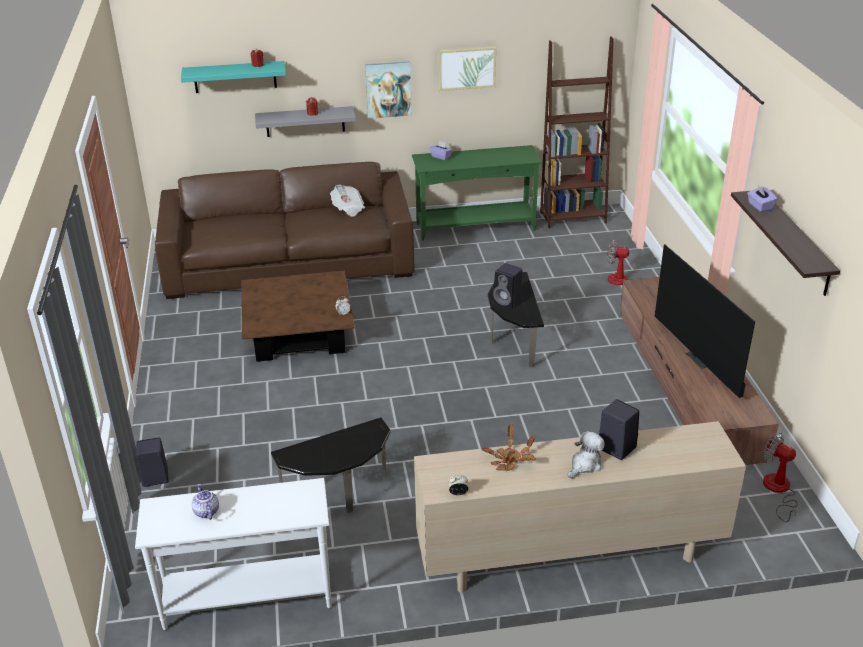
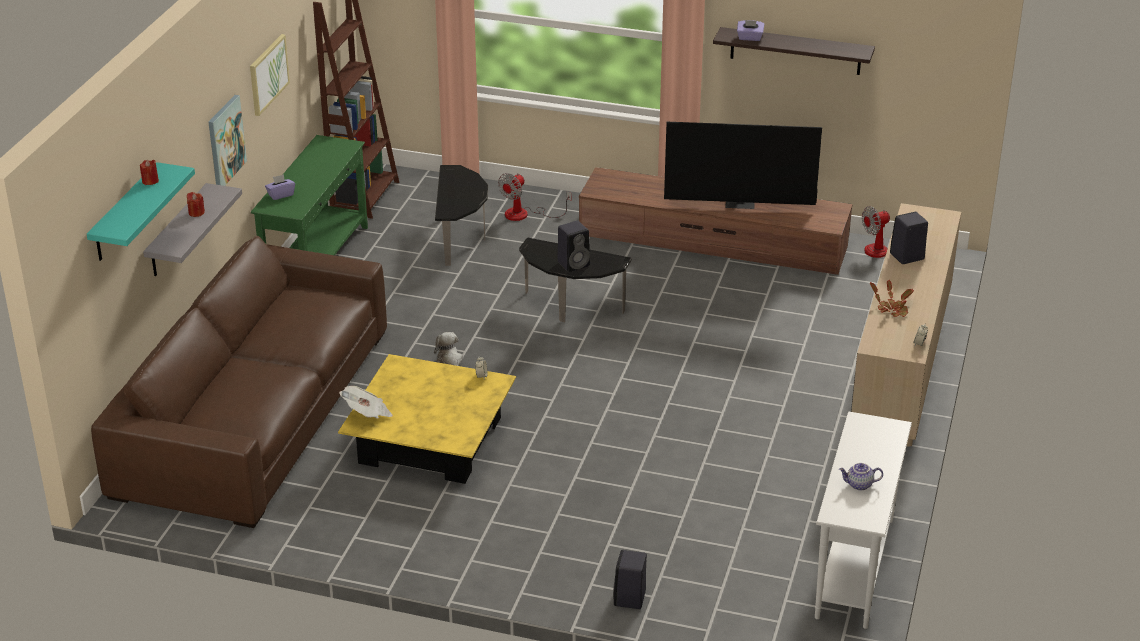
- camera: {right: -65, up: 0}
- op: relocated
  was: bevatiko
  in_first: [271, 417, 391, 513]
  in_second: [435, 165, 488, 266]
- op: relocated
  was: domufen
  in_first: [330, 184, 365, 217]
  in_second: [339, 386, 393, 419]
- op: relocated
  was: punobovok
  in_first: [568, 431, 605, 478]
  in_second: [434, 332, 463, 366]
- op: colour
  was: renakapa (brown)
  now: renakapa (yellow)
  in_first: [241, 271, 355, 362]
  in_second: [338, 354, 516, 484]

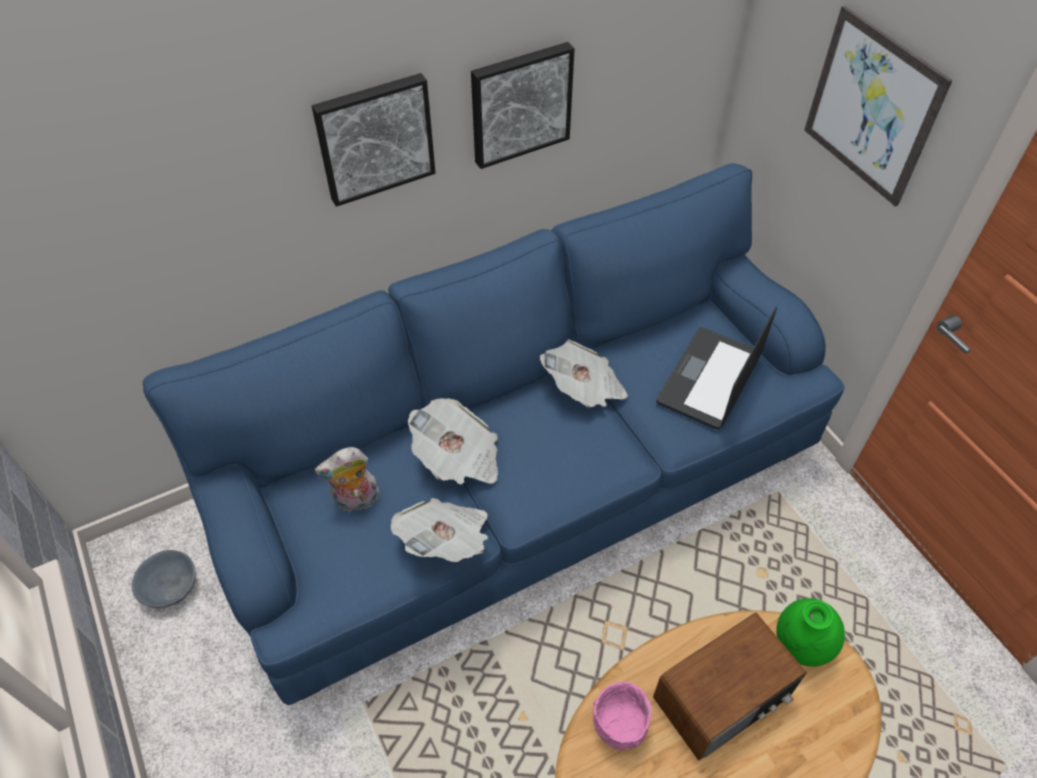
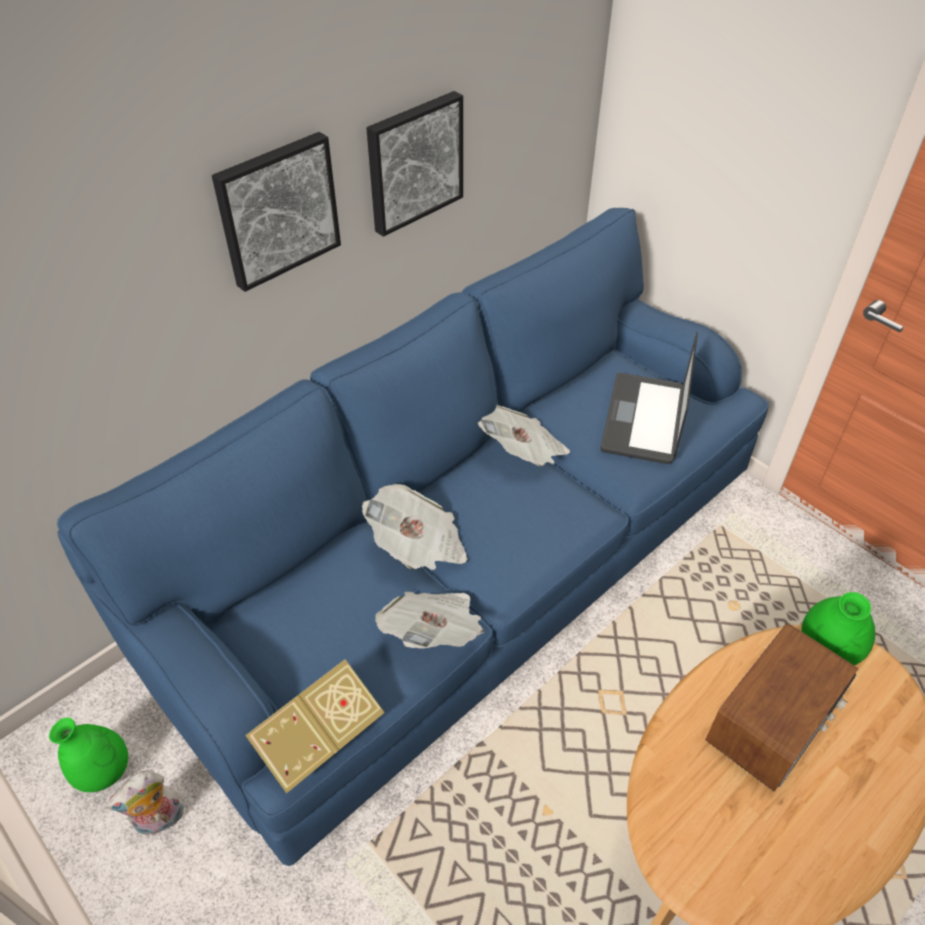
- camera: {right: -15, up: -5}
- op: missing
  was: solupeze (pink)
  in_first: [593, 682, 652, 750]
- op: missing
  was: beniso
  in_first: [804, 5, 953, 207]
- op: appeared
  now: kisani
  in_second: [245, 659, 385, 793]
- op: relocated
  was: punobovok
  in_first: [315, 447, 379, 512]
  in_second: [106, 770, 184, 835]
- op: exchanged
  was: solupeze (grey)
  now: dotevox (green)
  in_first: [132, 550, 196, 608]
  in_second: [49, 718, 128, 792]

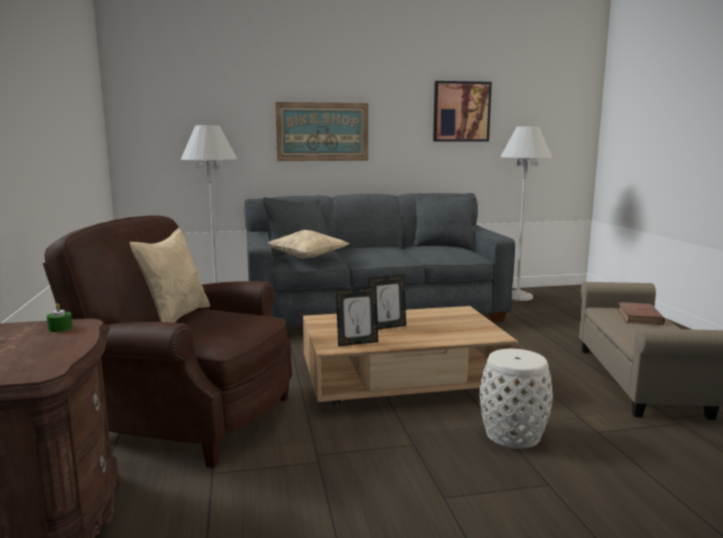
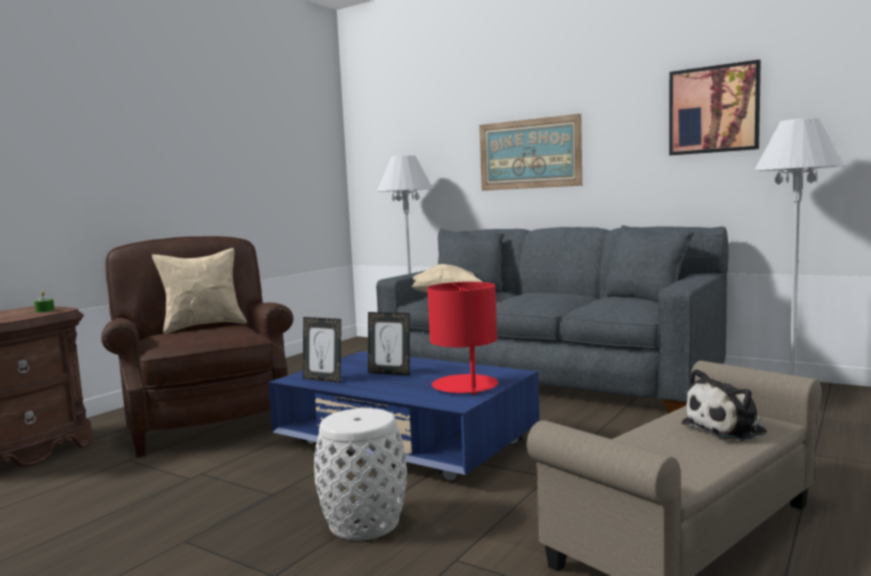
- camera: {right: 45, up: -5}
- op: appeared
  now: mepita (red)
  in_second: [427, 282, 498, 395]
- op: exchanged
  was: kisani (brown)
  now: punobovok
  in_first: [617, 302, 665, 325]
  in_second: [681, 369, 767, 441]
- op: colour
  was: renakapa (brown)
  now: renakapa (blue)
  in_first: [303, 306, 519, 404]
  in_second: [268, 351, 539, 481]

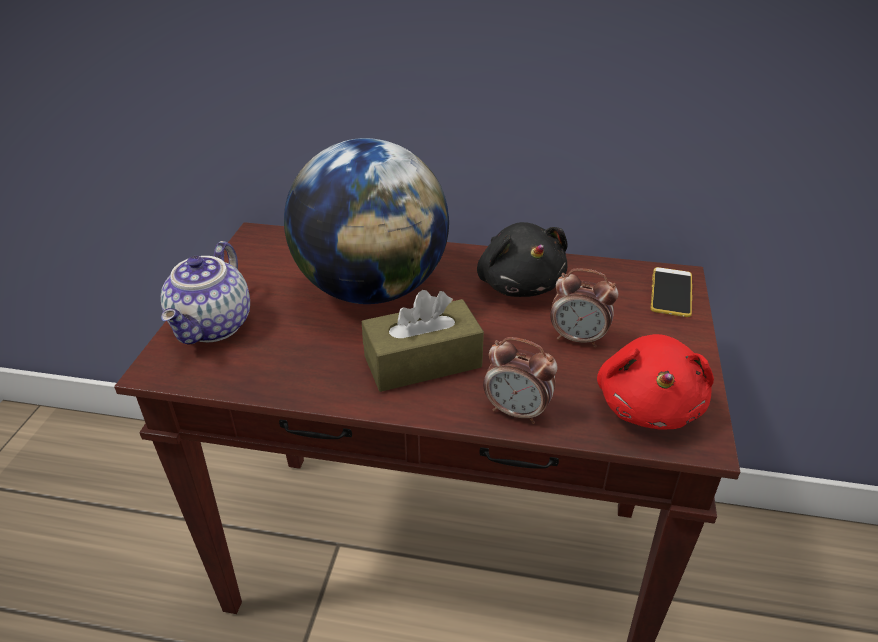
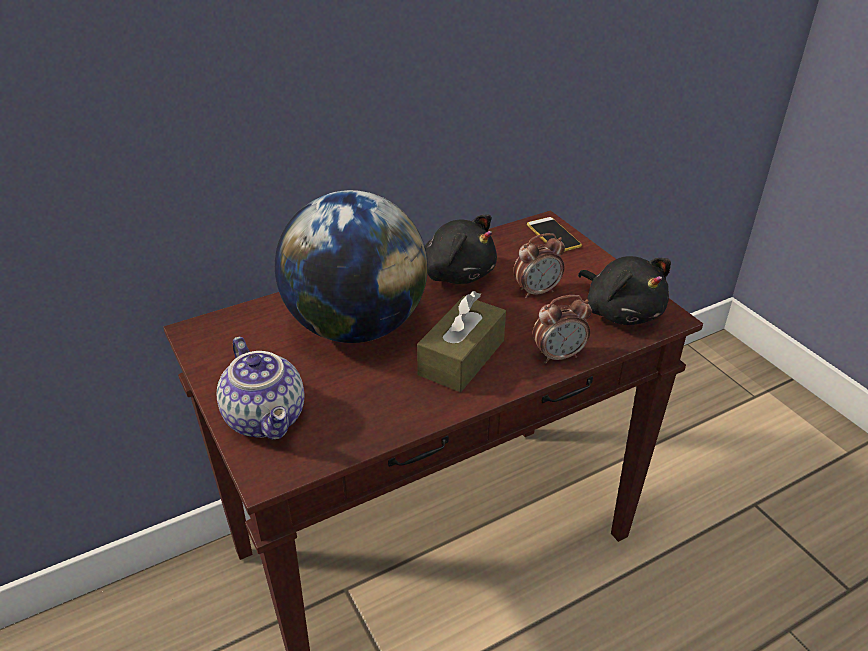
- camera: {right: -40, up: 0}
- op: colour
  was: punobovok (red)
  now: punobovok (black)
  in_first: [597, 334, 714, 430]
  in_second: [578, 256, 671, 325]

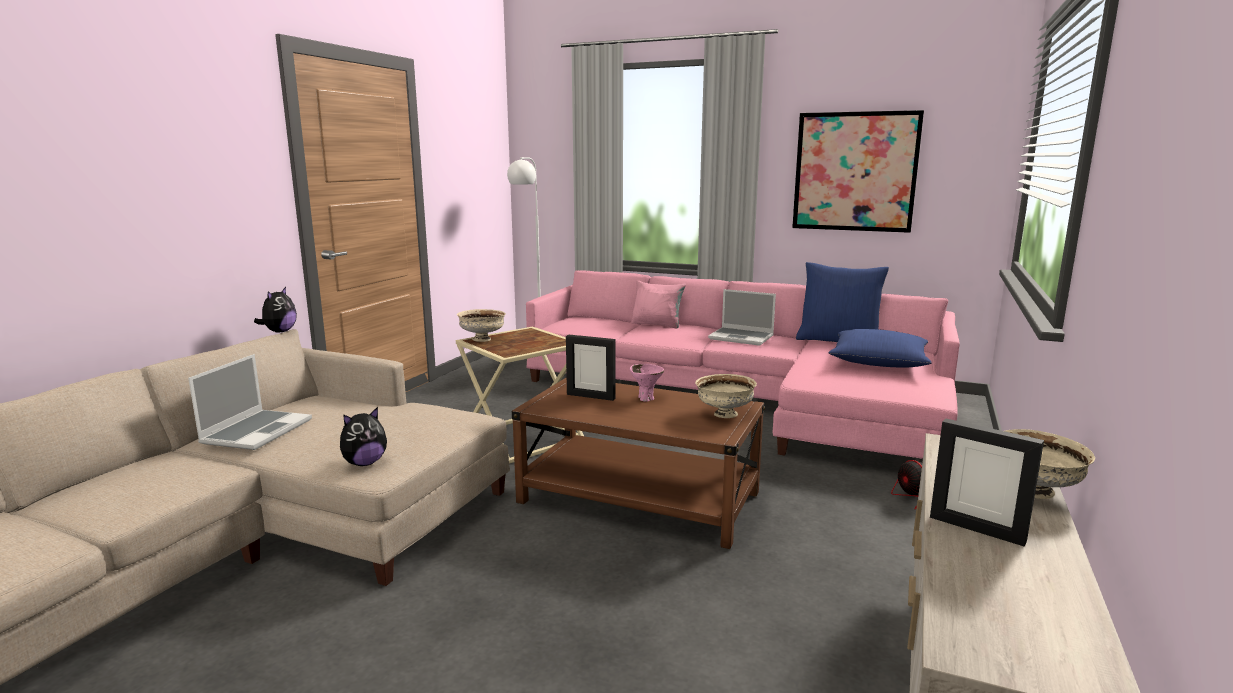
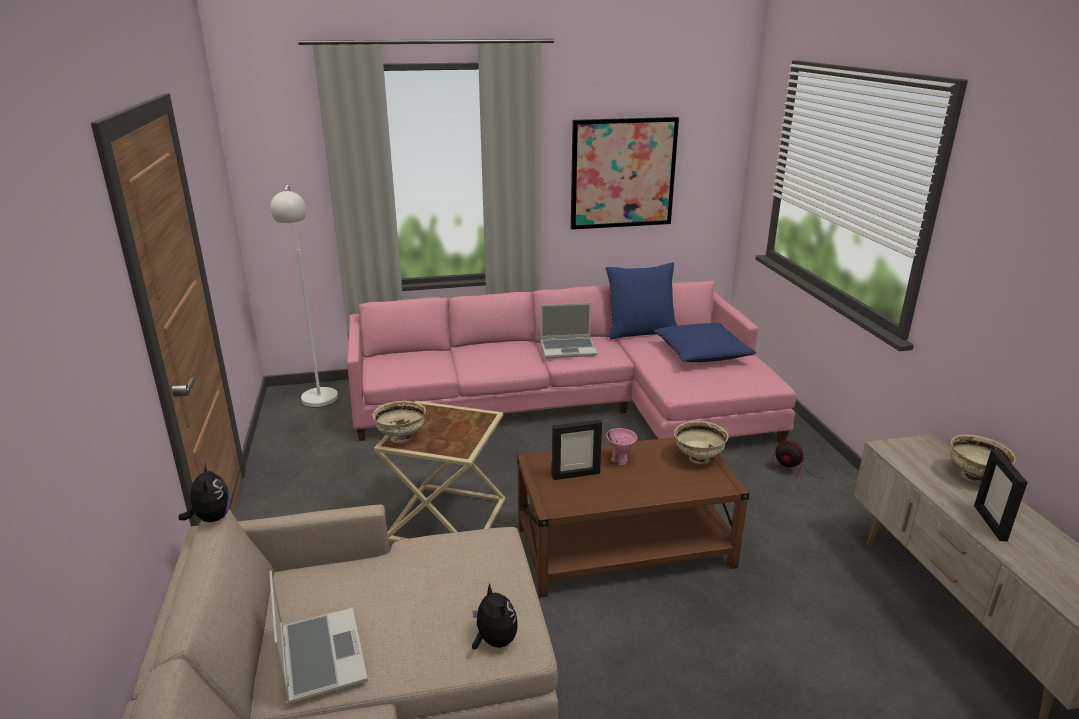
- camera: {right: -35, up: 10}
- op: missing
  was: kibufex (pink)
  in_first: [631, 280, 686, 328]
- op: spun
  was: punobovok
  in_first: [340, 407, 387, 466]
  in_second: [472, 583, 518, 650]
  clockwise: -45
- op: spun
  was: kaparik
  in_first: [930, 419, 1044, 546]
  in_second: [974, 449, 1028, 542]
  clockwise: 90

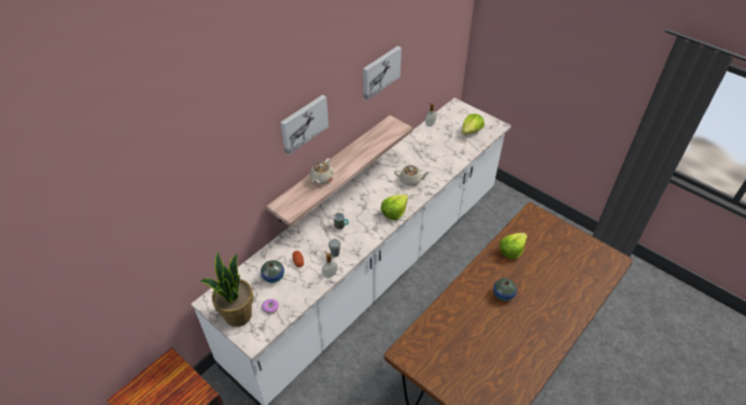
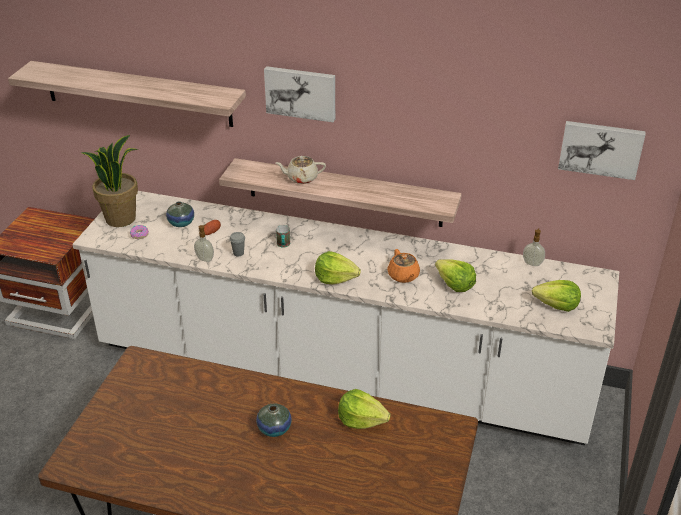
- camera: {right: 65, up: -10}
- op: appeared
  now: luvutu
  in_second: [8, 61, 246, 127]
- op: appeared
  now: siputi
  in_second: [435, 259, 476, 292]
- op: relocated
  was: beniso
  in_first: [363, 46, 401, 100]
  in_second: [558, 121, 646, 180]
- op: colour
  was: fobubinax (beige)
  now: fobubinax (orange)
  in_first: [394, 165, 430, 186]
  in_second: [387, 249, 420, 283]

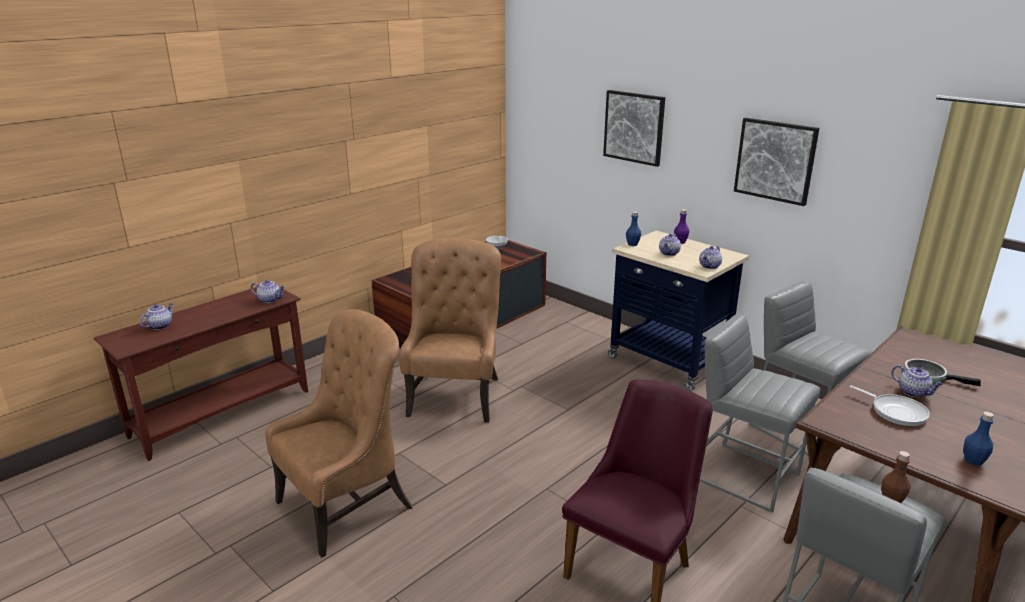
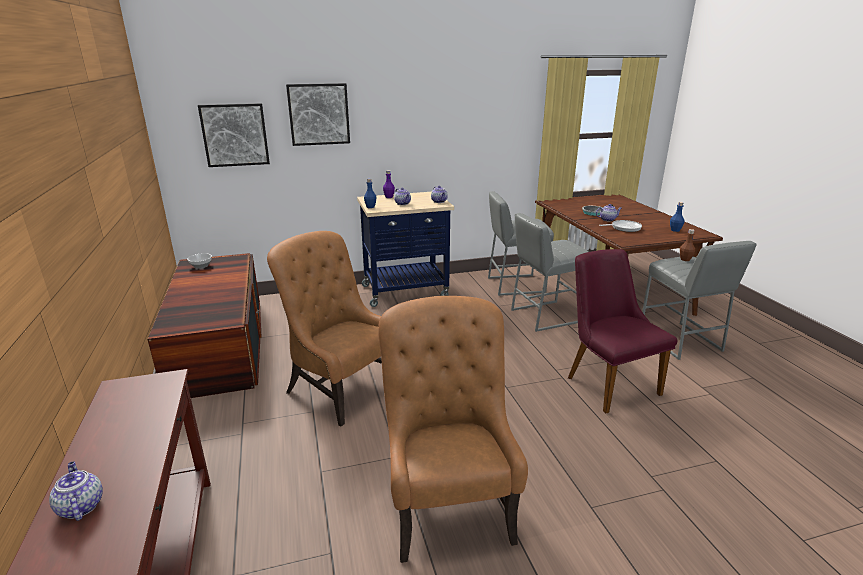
- camera: {right: -60, up: 0}
- op: missing
  was: fobubinax
  in_first: [251, 280, 285, 303]
- op: relocated
  was: beniso
  in_first: [734, 118, 819, 206]
  in_second: [198, 103, 270, 167]

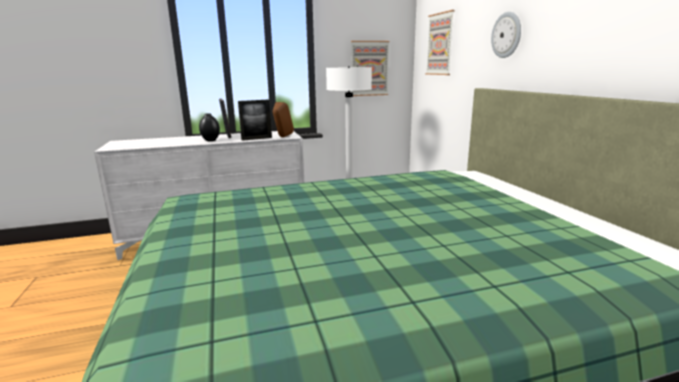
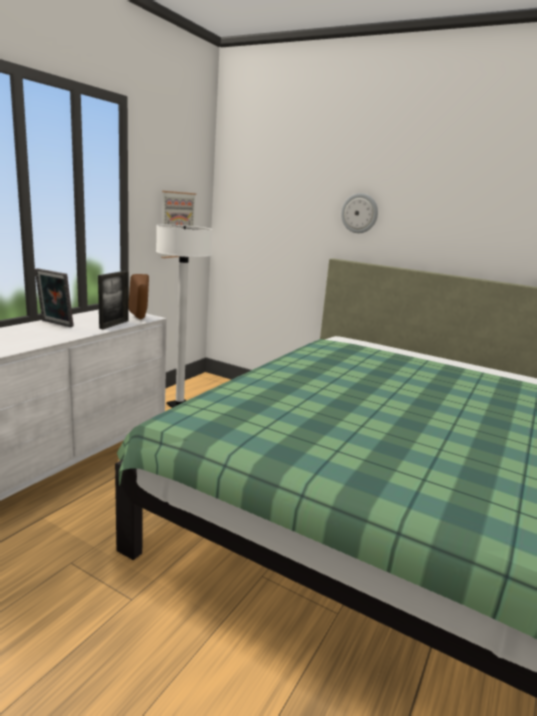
- camera: {right: -45, up: 0}
- op: missing
  was: dotevox (black)
  in_first: [199, 113, 220, 141]
- op: missing
  was: beniso
  in_first: [425, 10, 455, 75]

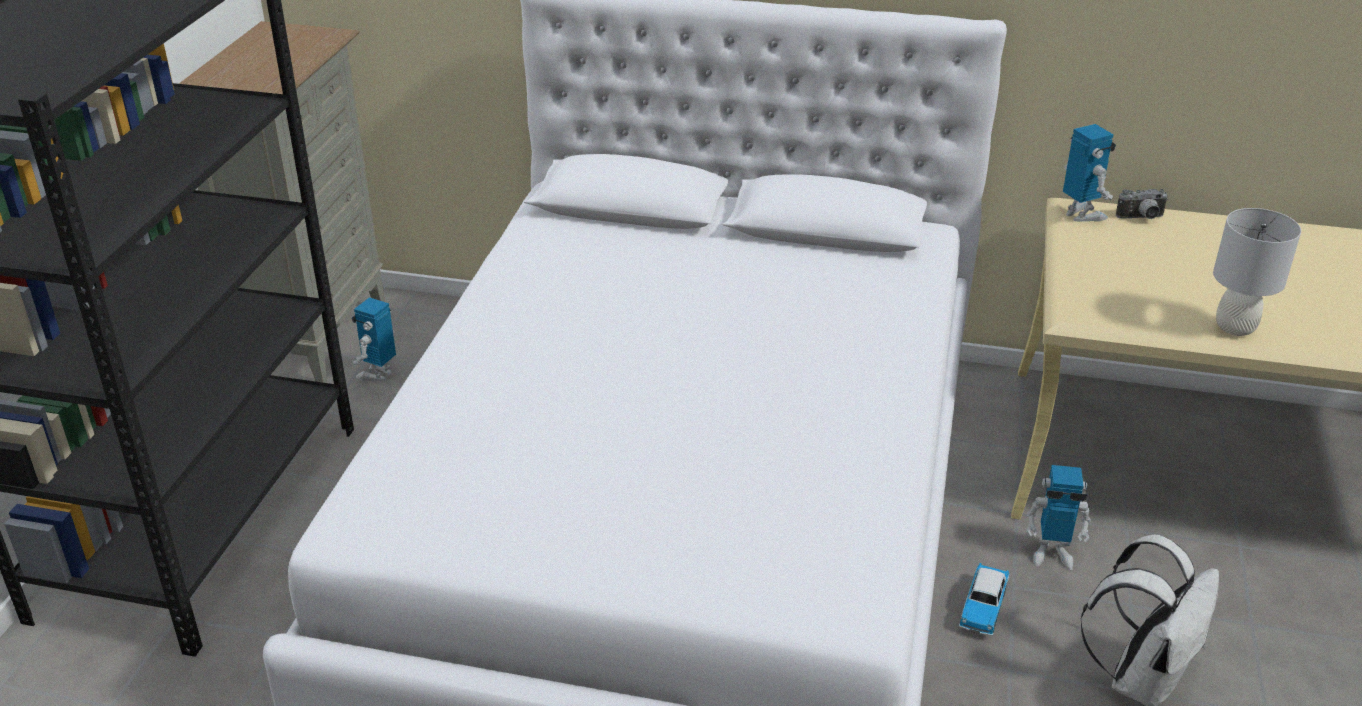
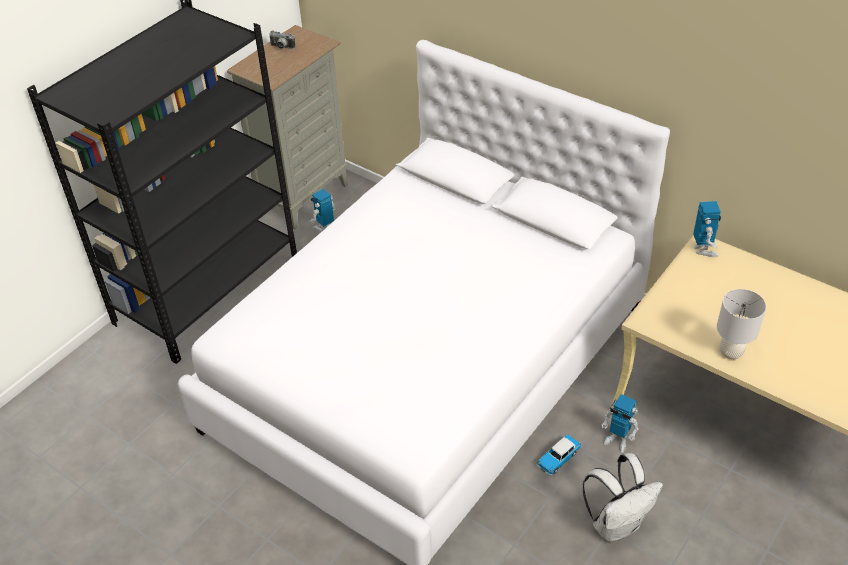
- camera: {right: 25, up: 10}
- op: relocated
  was: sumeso
  in_first: [1116, 189, 1168, 219]
  in_second: [269, 30, 295, 49]

